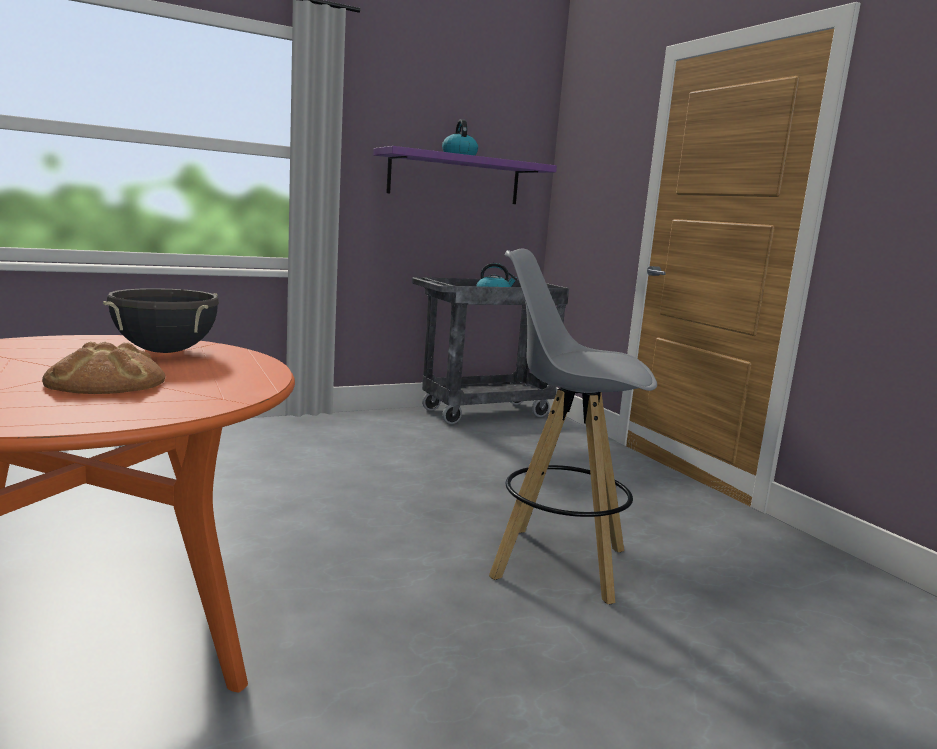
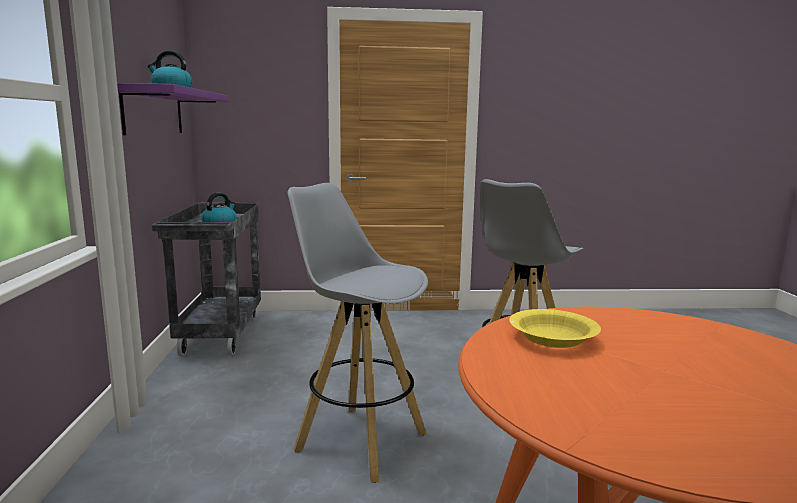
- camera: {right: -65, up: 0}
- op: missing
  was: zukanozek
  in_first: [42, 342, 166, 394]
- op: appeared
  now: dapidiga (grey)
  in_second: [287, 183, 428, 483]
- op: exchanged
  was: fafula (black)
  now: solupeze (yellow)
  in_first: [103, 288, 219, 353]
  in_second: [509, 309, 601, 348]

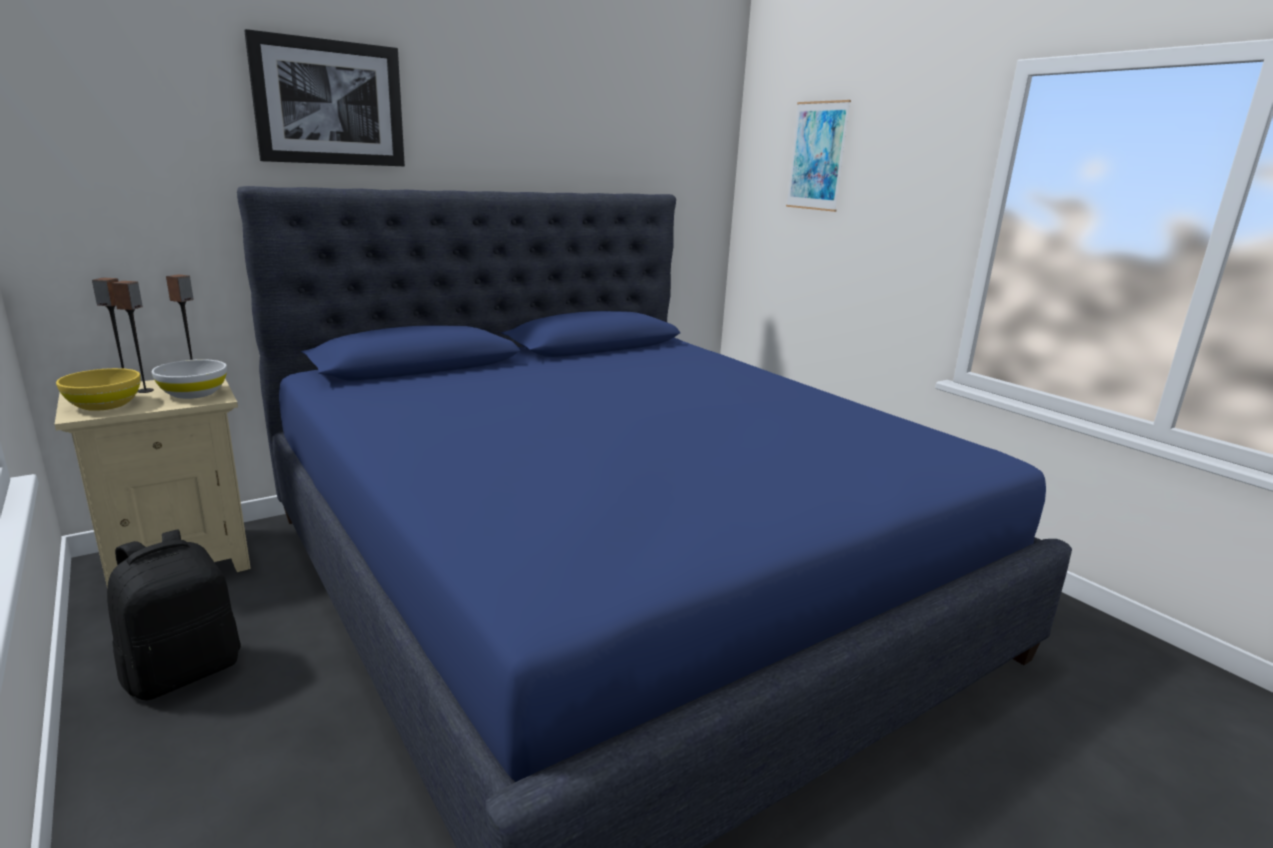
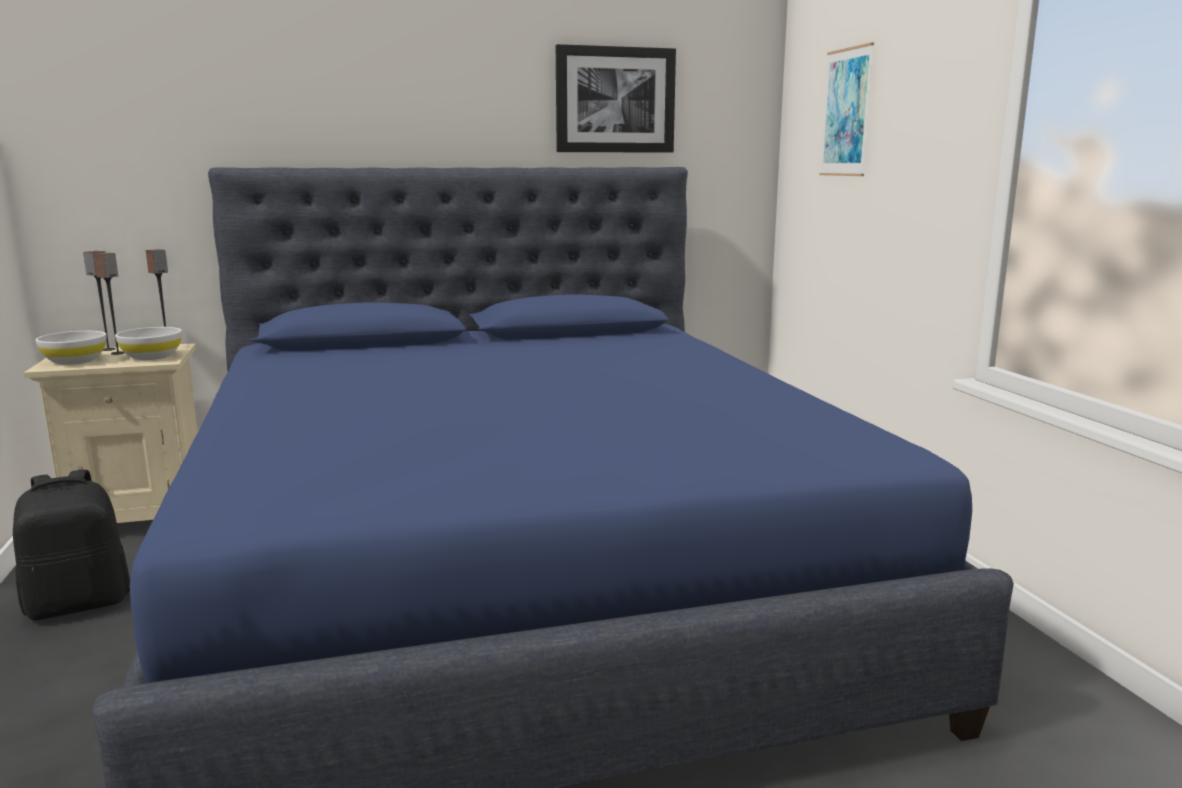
- camera: {right: 20, up: -5}
- op: relocated
  was: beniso
  in_first: [244, 29, 405, 166]
  in_second: [556, 44, 676, 153]
- op: colour
  was: solupeze (yellow)
  now: solupeze (white)
  in_first: [56, 368, 141, 411]
  in_second: [36, 331, 107, 365]

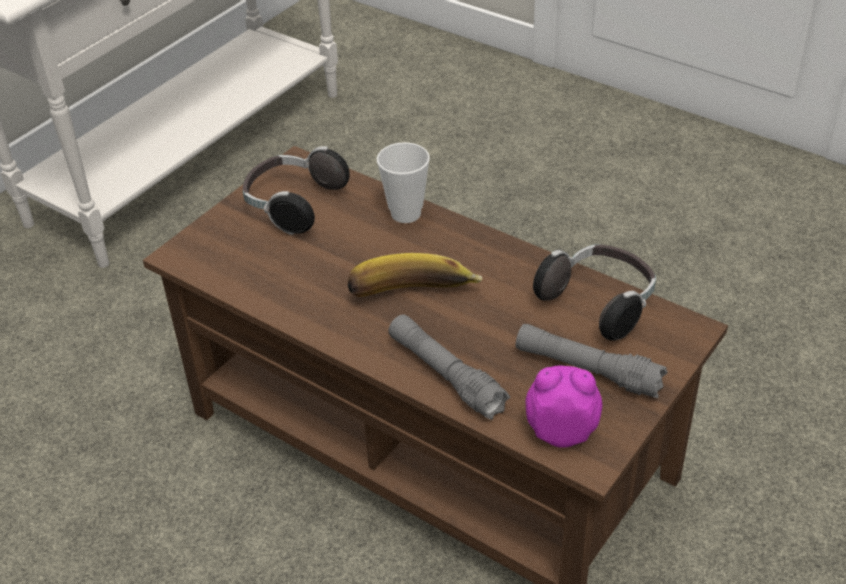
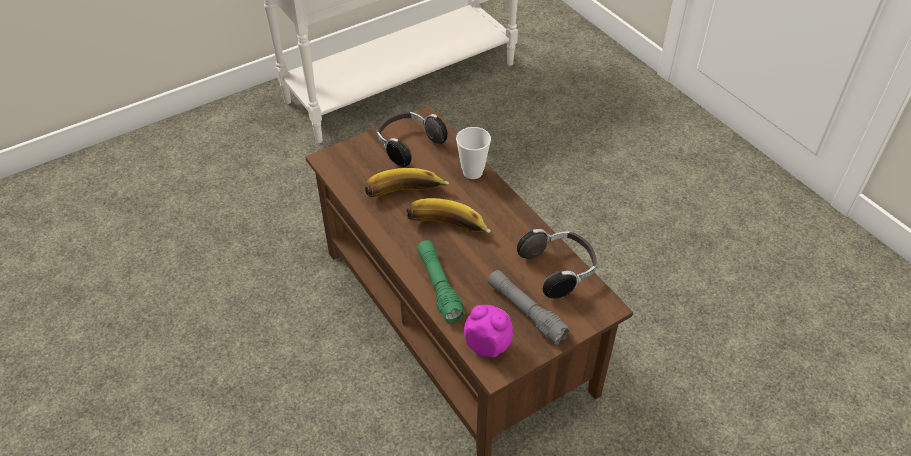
- camera: {right: 20, up: 5}
- op: appeared
  now: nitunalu
  in_second: [365, 168, 449, 197]
- op: colour
  was: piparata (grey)
  now: piparata (green)
  in_first: [388, 315, 510, 420]
  in_second: [417, 240, 465, 324]

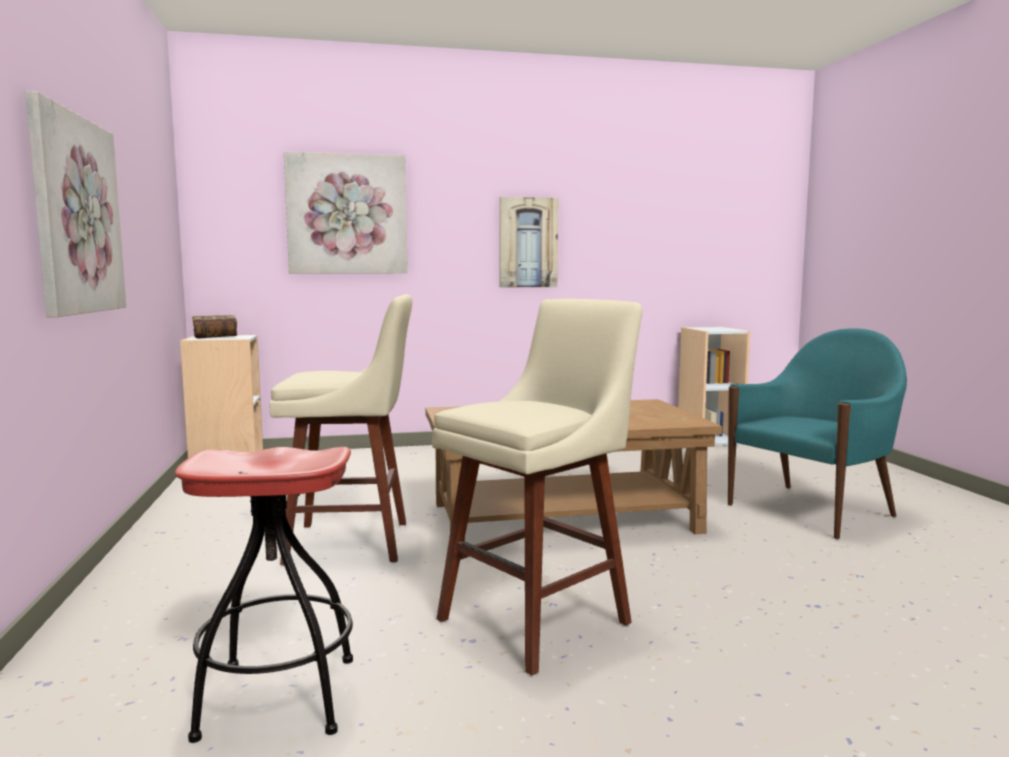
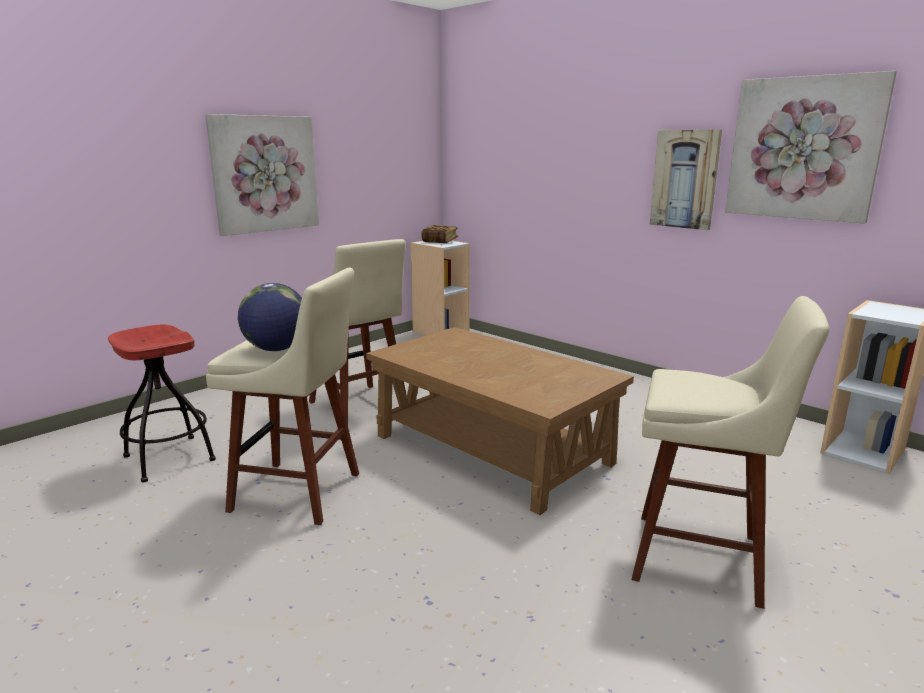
- camera: {right: 55, up: 10}
- op: appeared
  now: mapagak
  in_second: [238, 283, 302, 351]
- op: relocated
  was: beniso
  in_first: [284, 151, 408, 274]
  in_second: [725, 71, 897, 224]
- op: exchanged
  was: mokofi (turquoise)
  now: dapidiga (beige)
  in_first: [728, 328, 907, 539]
  in_second: [632, 296, 829, 609]

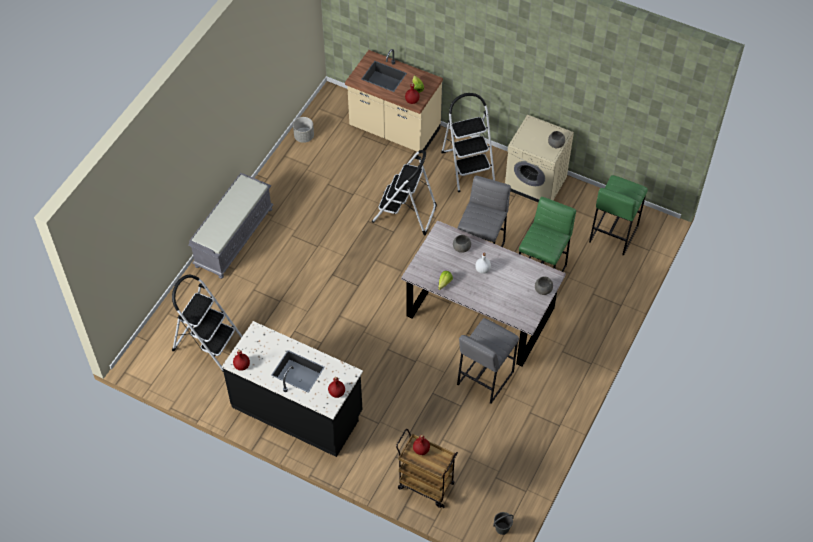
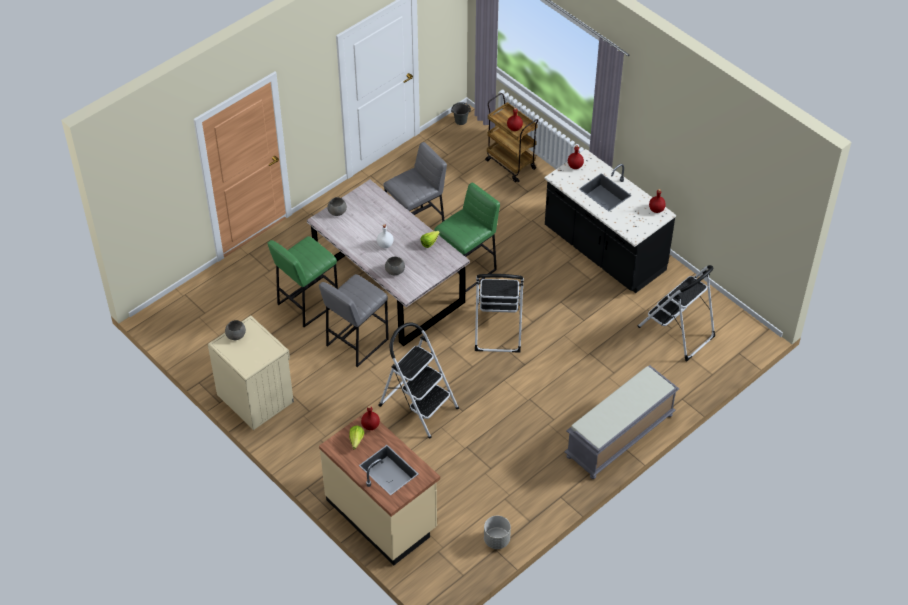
- camera: {right: -160, up: -5}
- op: relocated
  was: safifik
  in_first: [441, 93, 495, 192]
  in_second: [475, 274, 524, 353]
- op: relocated
  was: dapidiga (green)
  in_first: [589, 175, 648, 256]
  in_second: [435, 182, 500, 293]

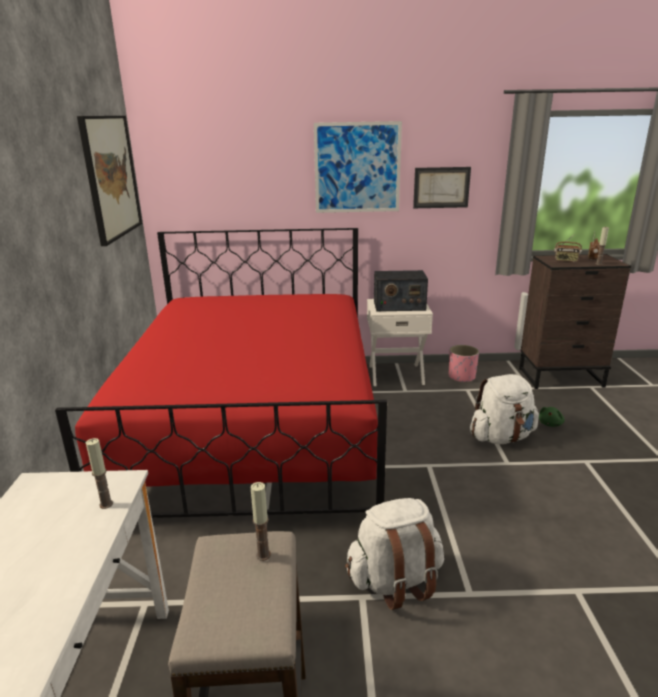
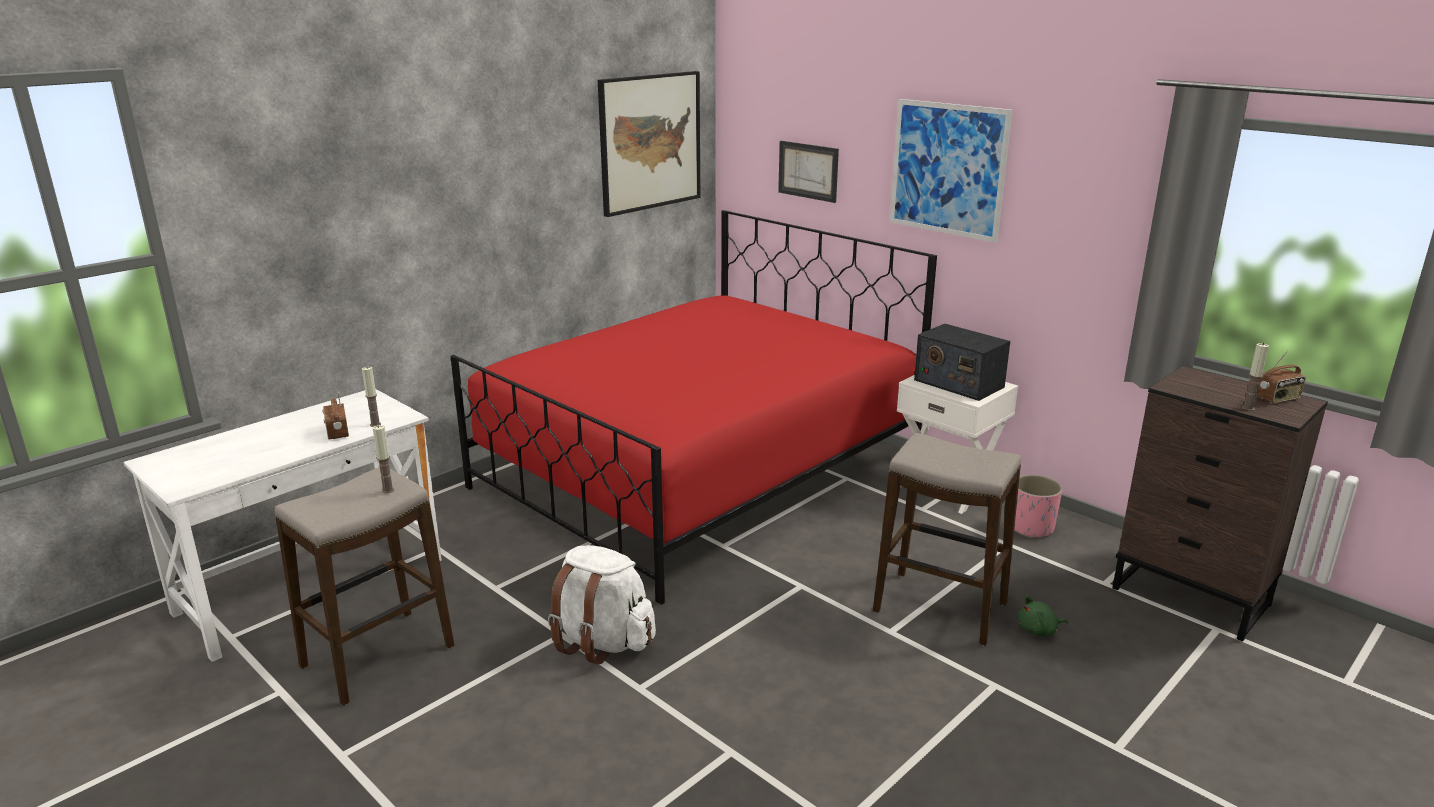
- camera: {right: 45, up: 0}
- op: relocated
  was: beniso
  in_first: [413, 167, 471, 208]
  in_second: [778, 141, 839, 203]
- op: relocated
  was: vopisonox
  in_first: [554, 234, 582, 262]
  in_second: [322, 393, 349, 440]
- op: exchanged
  was: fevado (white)
  now: dapidiga
  in_first: [470, 374, 539, 444]
  in_second: [873, 433, 1021, 646]

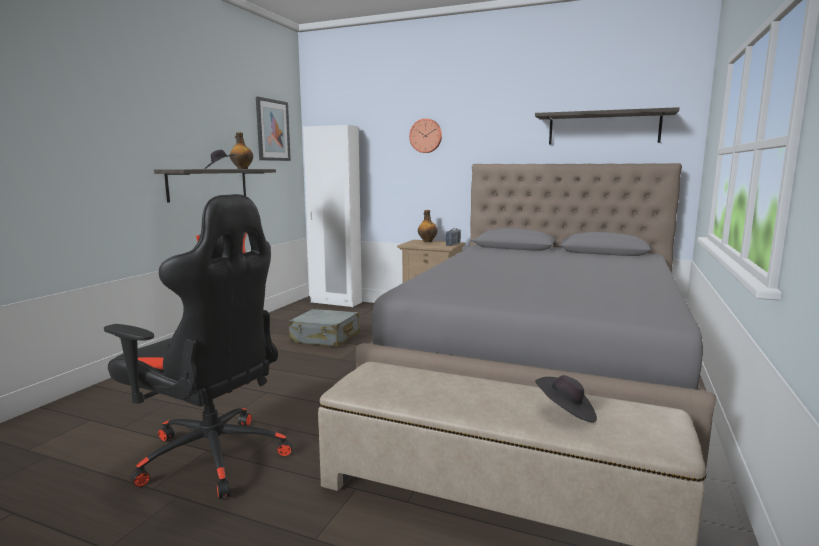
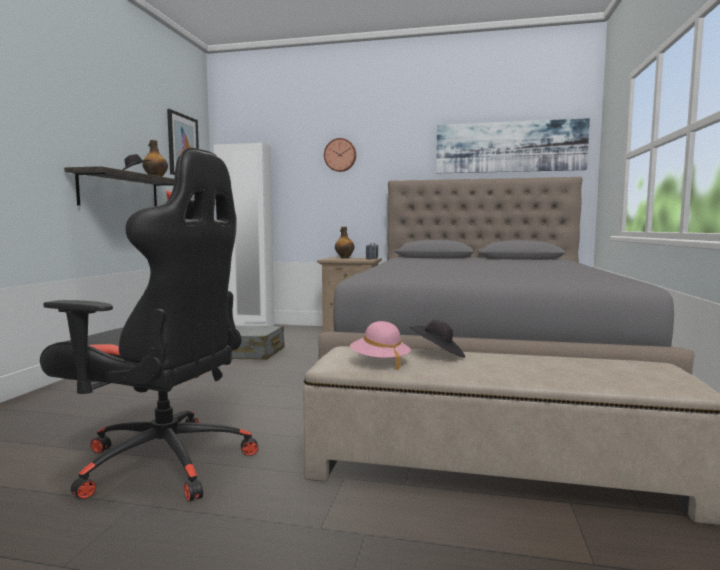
- camera: {right: -10, up: -5}
- op: appeared
  now: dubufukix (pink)
  in_second: [350, 321, 411, 370]
- op: relocated
  was: dubufukix (black)
  in_first: [535, 375, 597, 423]
  in_second: [409, 320, 465, 358]
- op: exchanged
  was: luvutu
  now: beniso
  in_first: [535, 107, 679, 144]
  in_second: [436, 118, 590, 173]

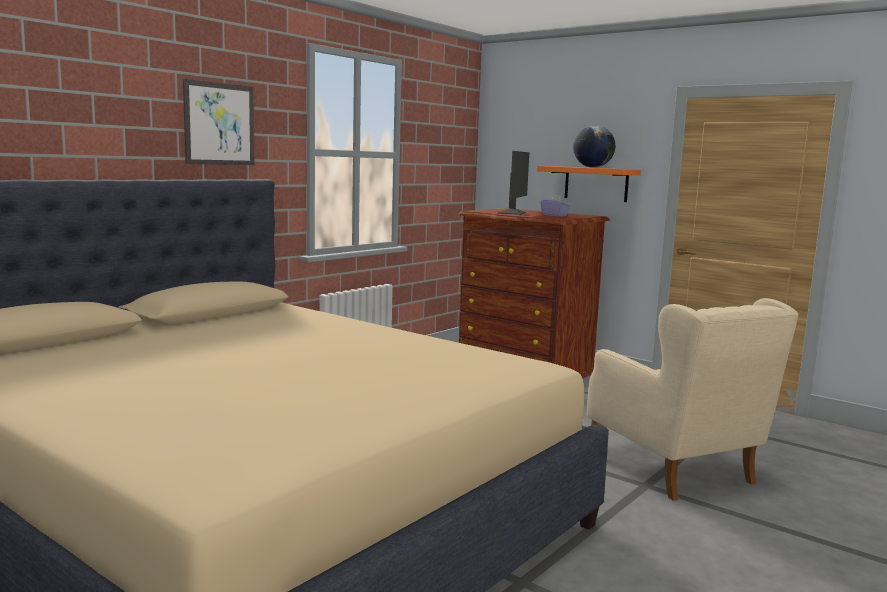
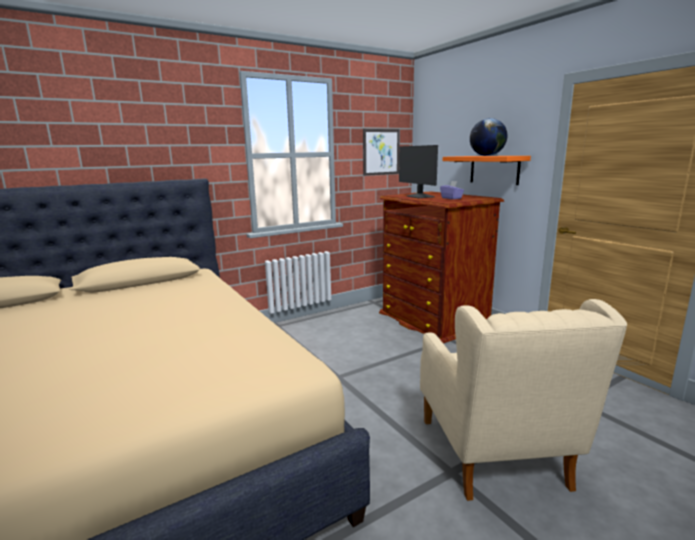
- camera: {right: 20, up: 5}
- op: relocated
  was: beniso
  in_first: [183, 79, 254, 165]
  in_second: [363, 129, 400, 176]
- op: spun
  was: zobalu
  in_first: [498, 151, 529, 215]
  in_second: [399, 145, 438, 198]
  clockwise: 120

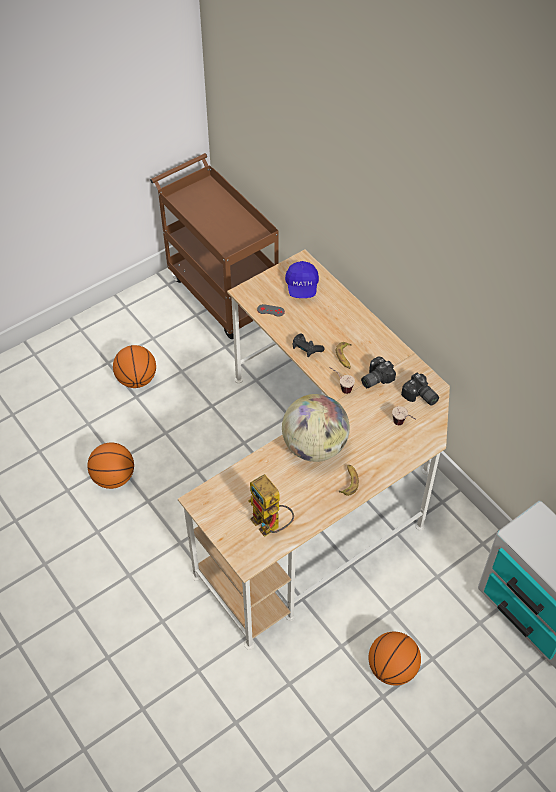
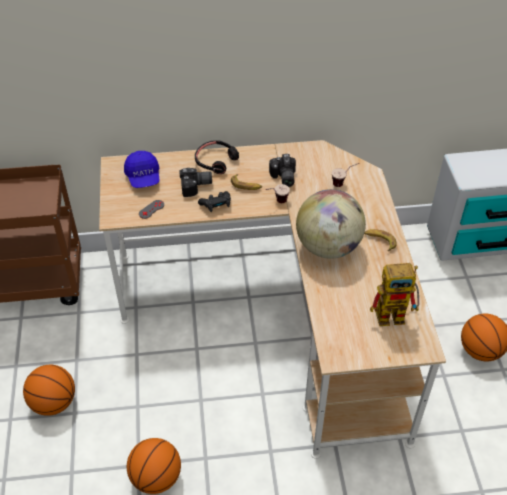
- camera: {right: -60, up: -5}
- op: appeared
  now: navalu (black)
  in_second: [195, 140, 239, 174]
- op: relocated
  was: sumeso
  in_first: [401, 373, 439, 406]
  in_second: [179, 168, 212, 197]
- op: spun
  was: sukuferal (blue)
  in_first: [285, 261, 319, 298]
  in_second: [124, 151, 160, 188]
  clockwise: 45

